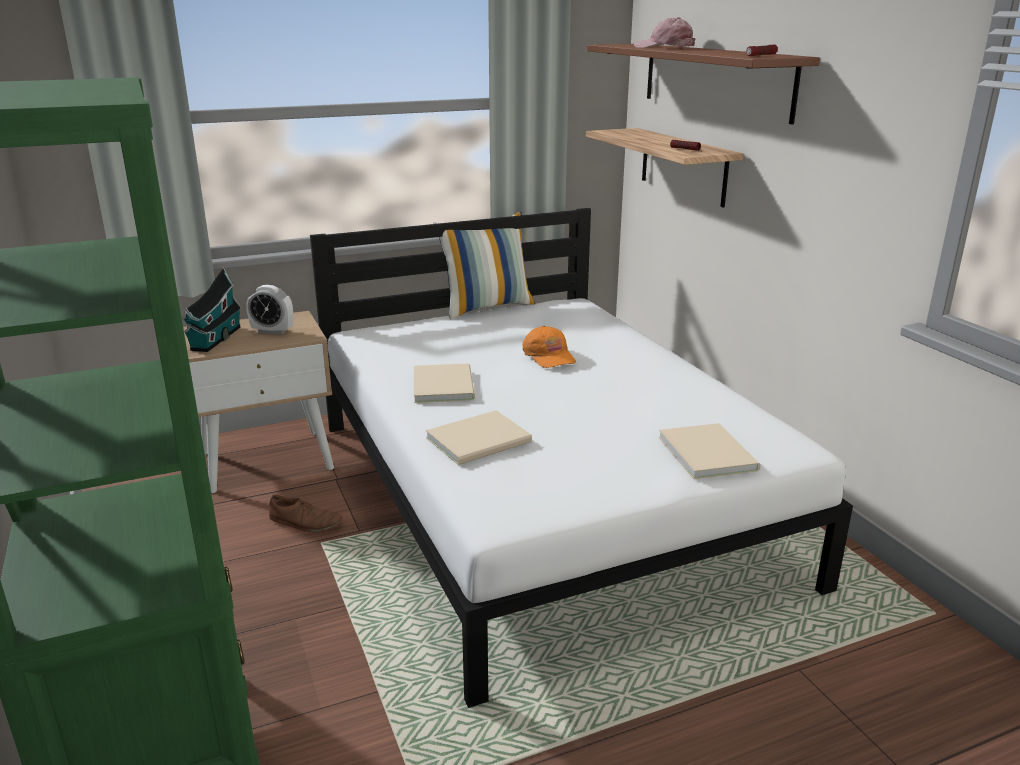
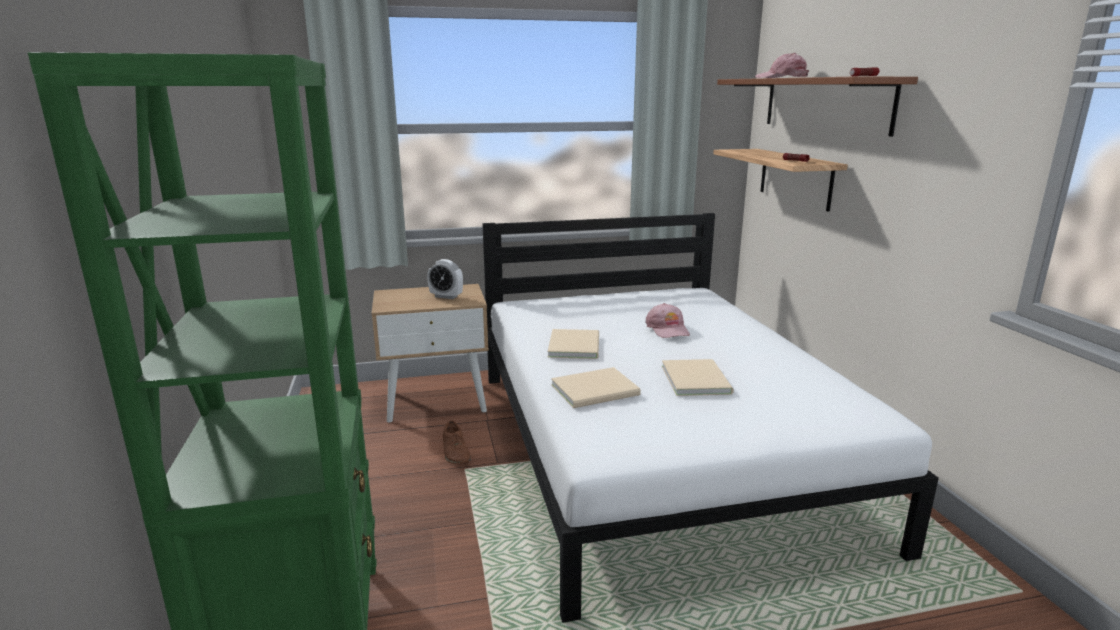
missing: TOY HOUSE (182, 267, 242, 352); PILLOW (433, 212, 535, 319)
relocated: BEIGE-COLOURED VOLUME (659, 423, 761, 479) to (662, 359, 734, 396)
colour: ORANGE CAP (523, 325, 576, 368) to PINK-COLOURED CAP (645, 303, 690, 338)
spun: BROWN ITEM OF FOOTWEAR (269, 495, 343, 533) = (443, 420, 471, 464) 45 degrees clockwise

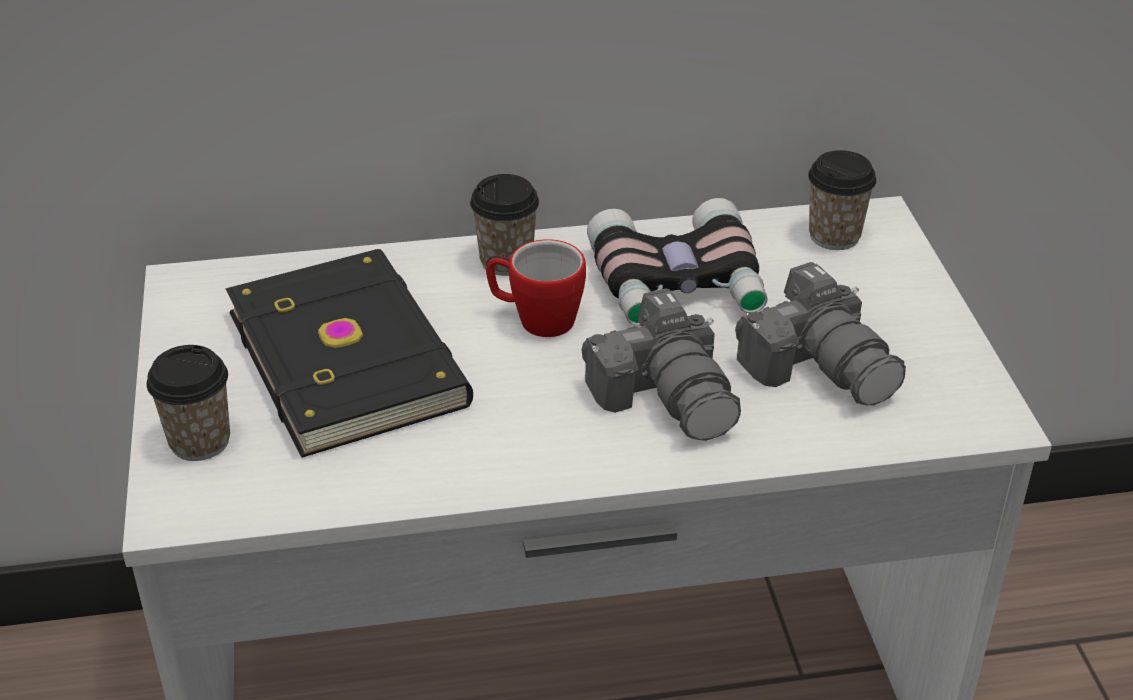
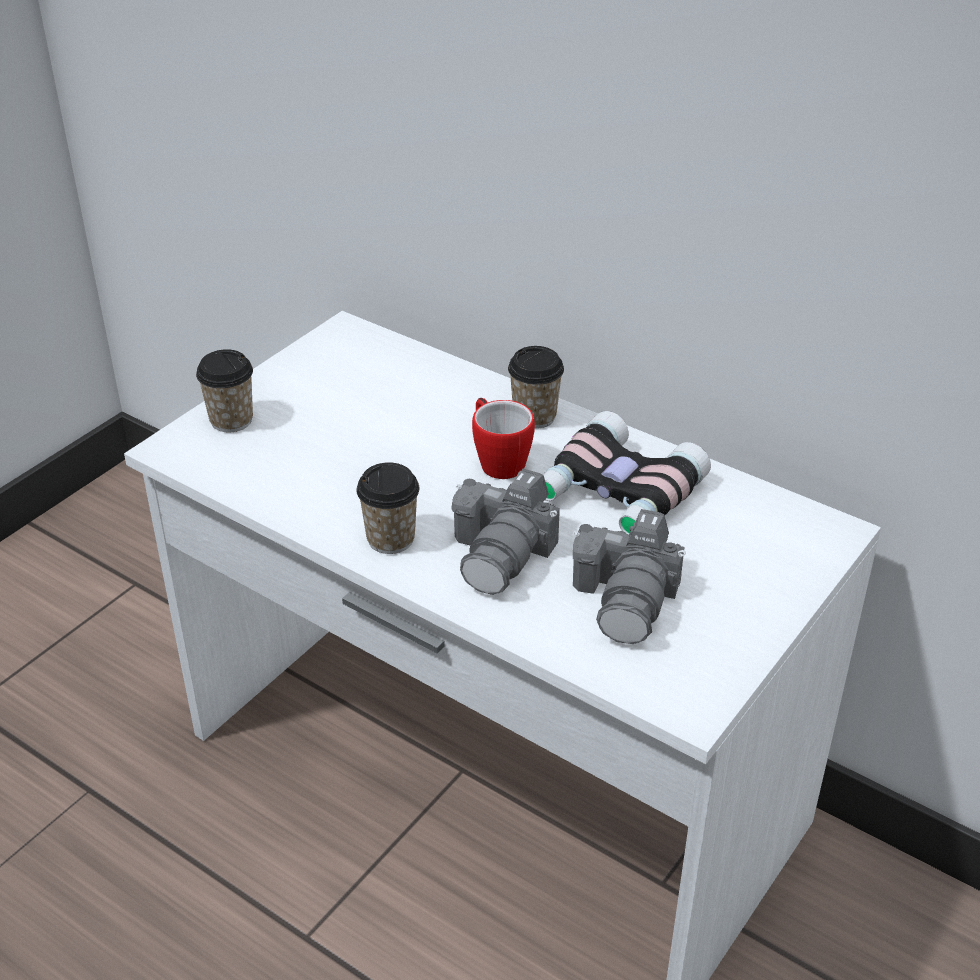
missing: BLACK VOLUME (225, 249, 473, 458)
relocated: CUP (808, 150, 876, 250) to (356, 462, 420, 554)

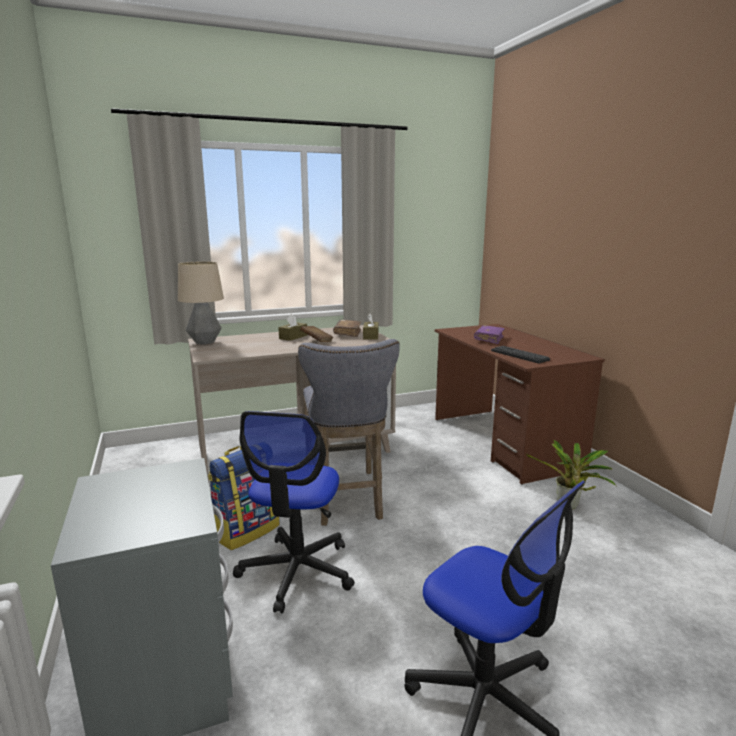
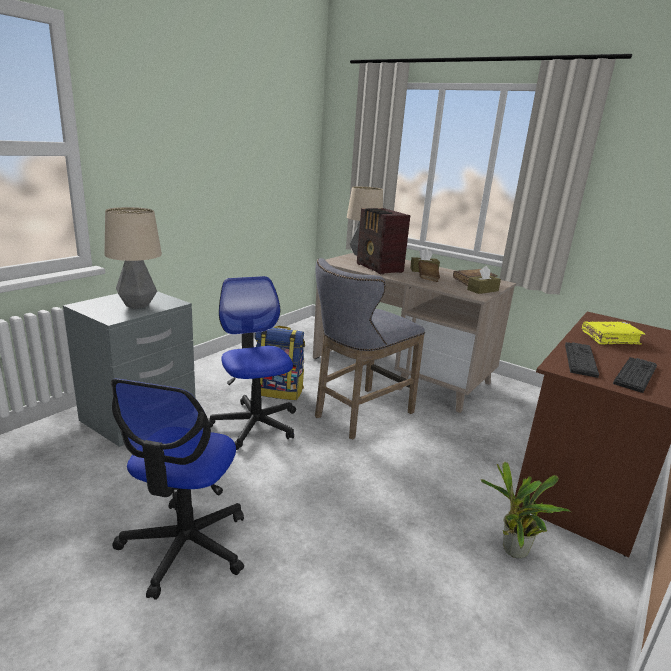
appeared: TABLE LAMP (104, 207, 162, 309); RADIO (357, 208, 410, 274); COMPUTER KEYBOARD (613, 357, 657, 393)
colour: PURPLE-COLOURED VOLUME (474, 325, 505, 344) to YELLOWISH VOLUME (582, 321, 645, 345)
spun: OFFICE CHAIR (233, 411, 355, 613) = (208, 276, 296, 450) 90 degrees clockwise

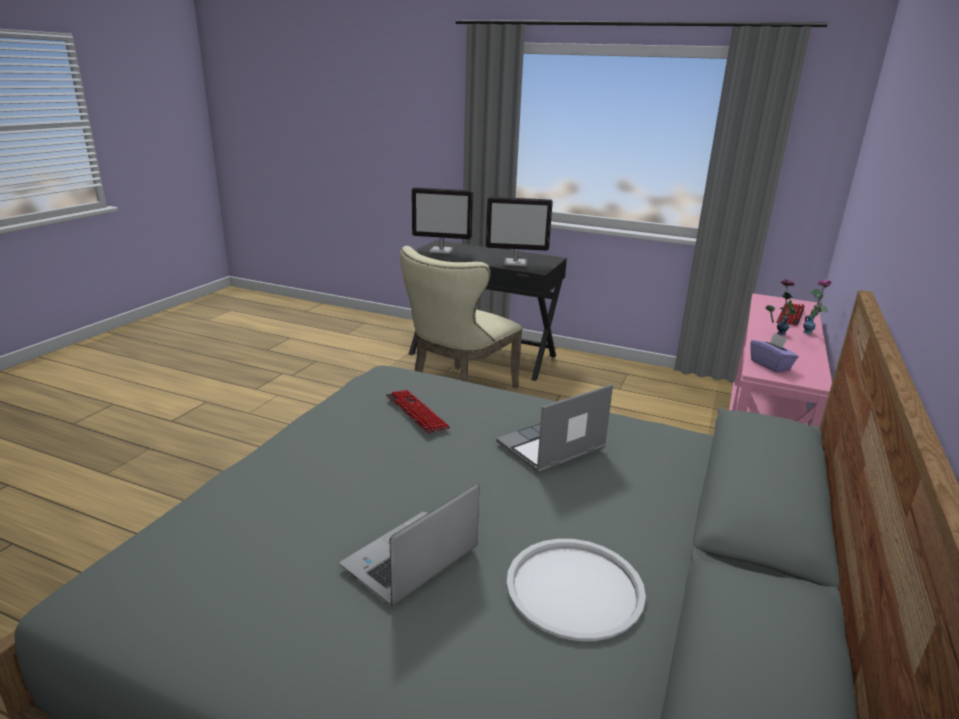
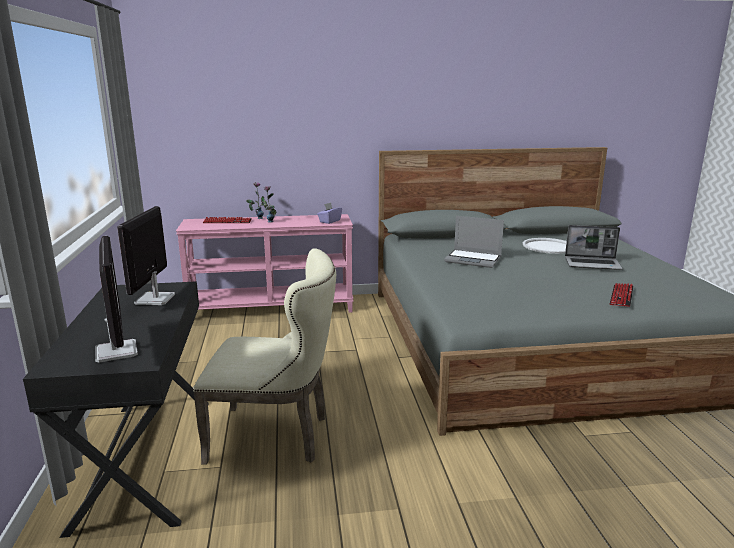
relocated: COMPUTER KEYBOARD (386, 390, 450, 433) to (610, 283, 633, 307)
spun: COMPUTER SCREEN (486, 197, 553, 266) = (117, 206, 175, 305) 150 degrees counterclockwise

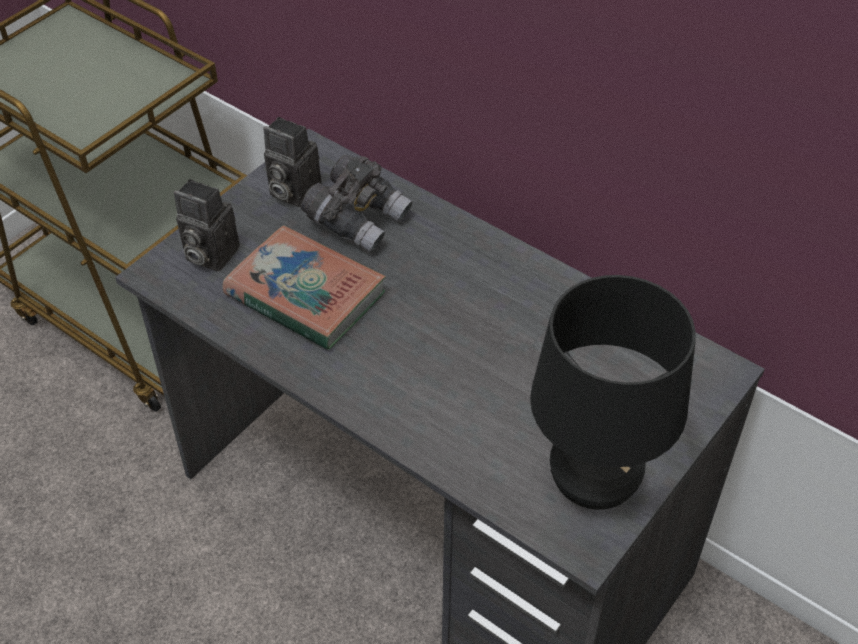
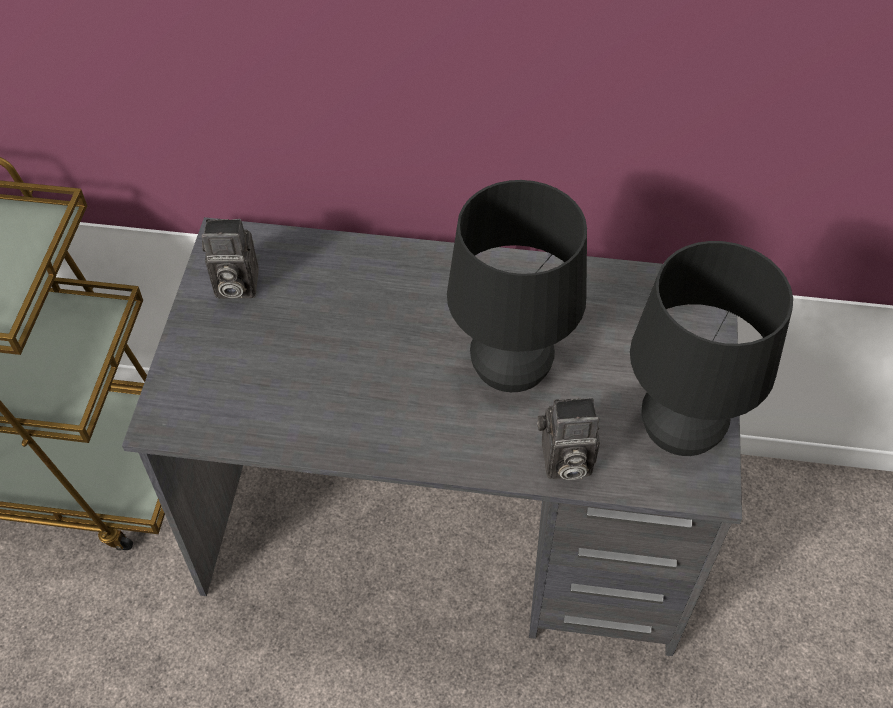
missing: VOLUME (223, 225, 386, 350); GREYISH PAIR OF BINOCULARS (301, 154, 413, 253)
appeared: BLACK TABLE LAMP (447, 180, 587, 392)
relocated: STILL CAMERA (174, 179, 240, 272) to (538, 397, 600, 480)

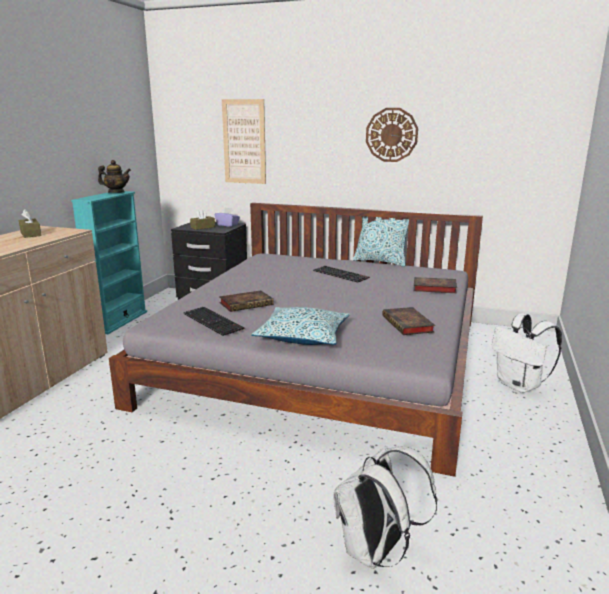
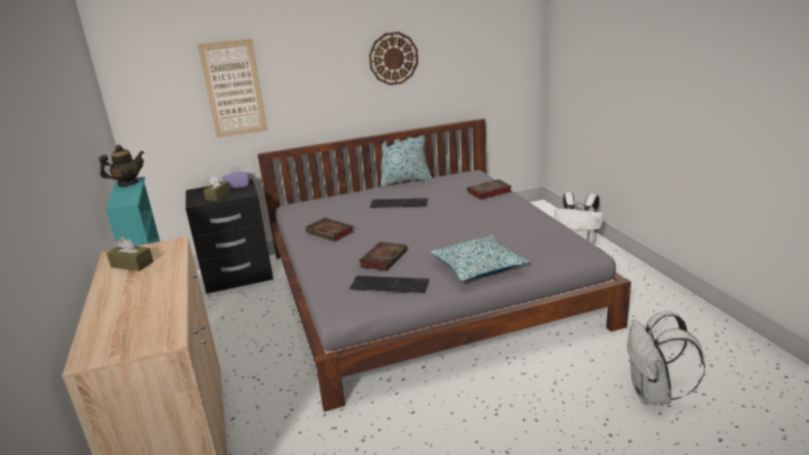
relocated: VOLUME (382, 307, 435, 335) to (305, 218, 354, 242)

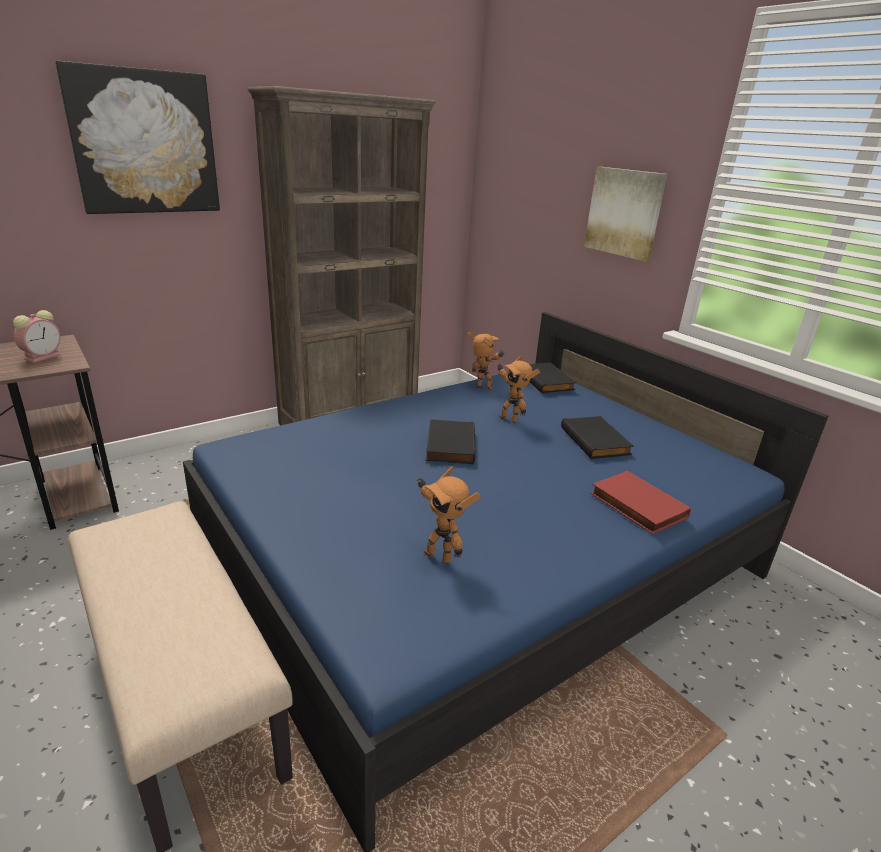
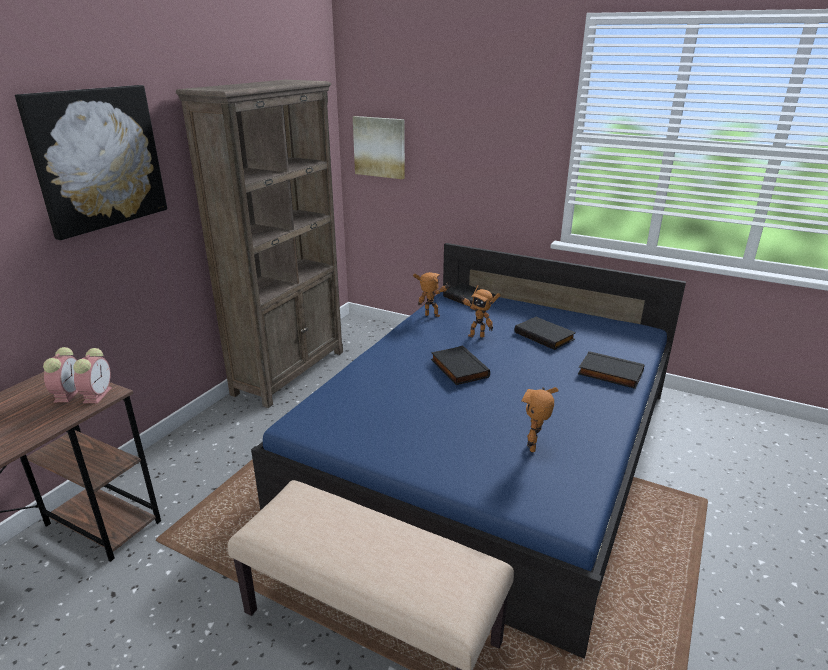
appeared: BEDSIDE CLOCK (73, 348, 112, 403)
relocated: WALL ART (584, 167, 667, 261) to (353, 116, 405, 179)
colour: REDDISH VOLUME (590, 471, 691, 534) to BLACK VOLUME (578, 351, 645, 389)
spun: MODEL ROBOT (417, 466, 481, 563) = (522, 387, 558, 453) 90 degrees clockwise

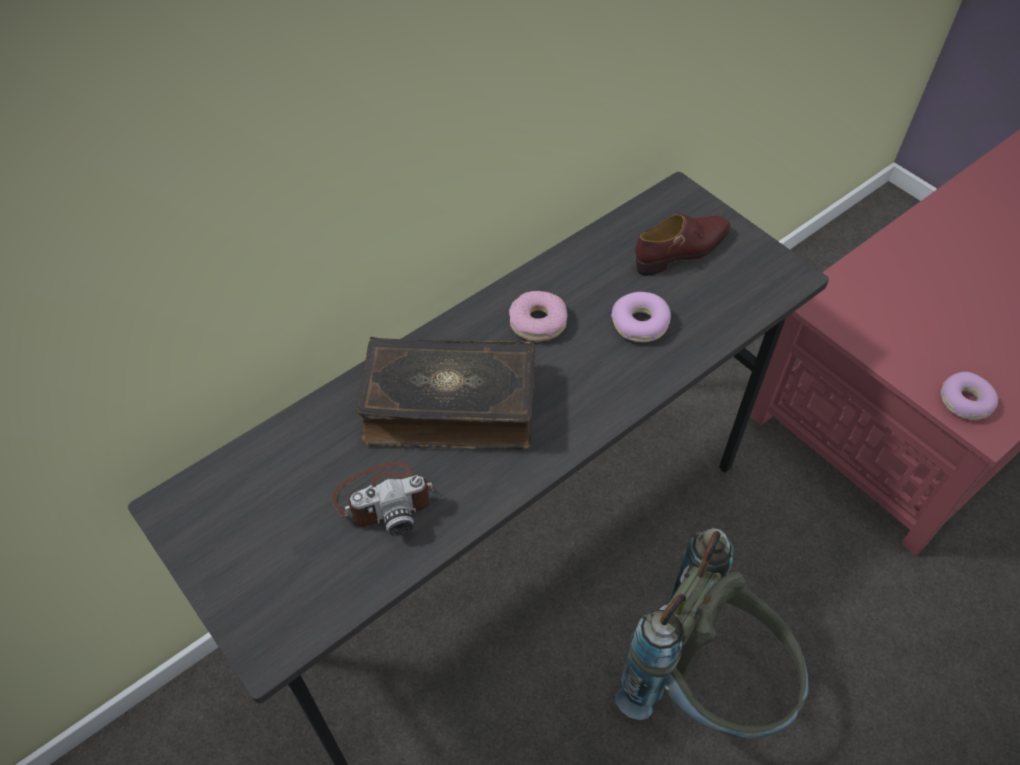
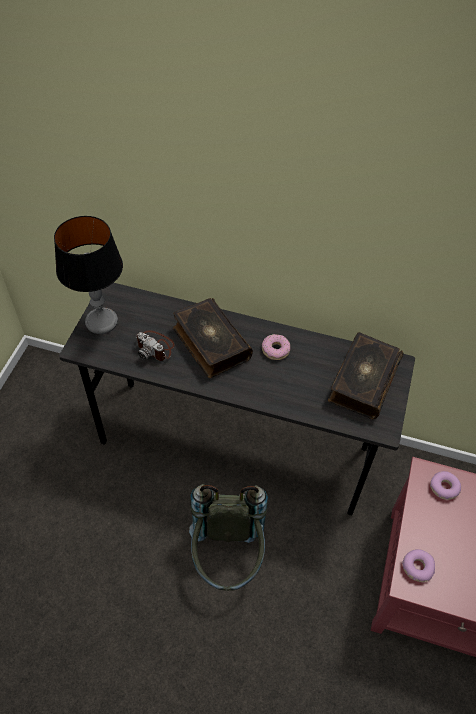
appeared: TABLE LAMP (54, 216, 123, 334)
relocated: DOUGHNUT (611, 292, 671, 342) to (430, 471, 461, 500)
exchanged: BROWN ITEM OF FOOTWEAR (635, 214, 731, 275) to VOLUME (328, 332, 403, 419)

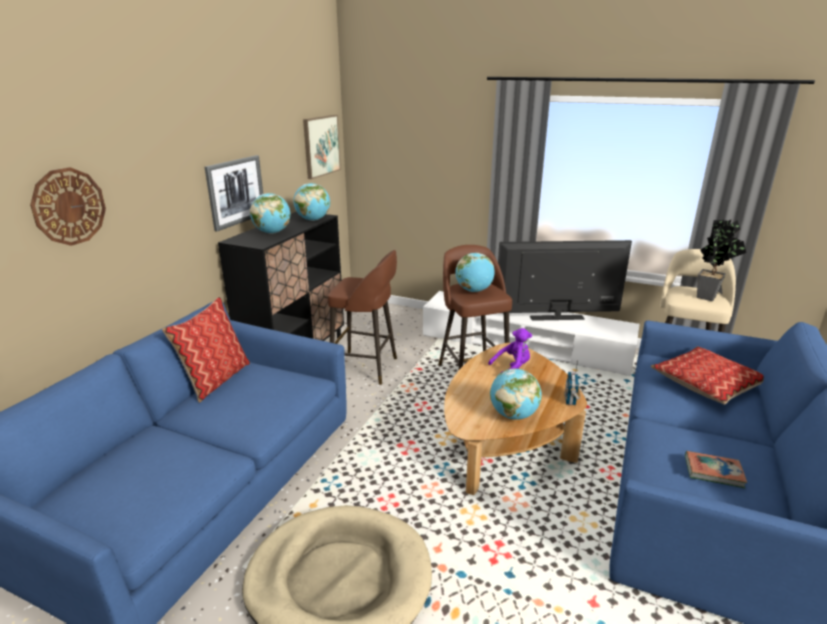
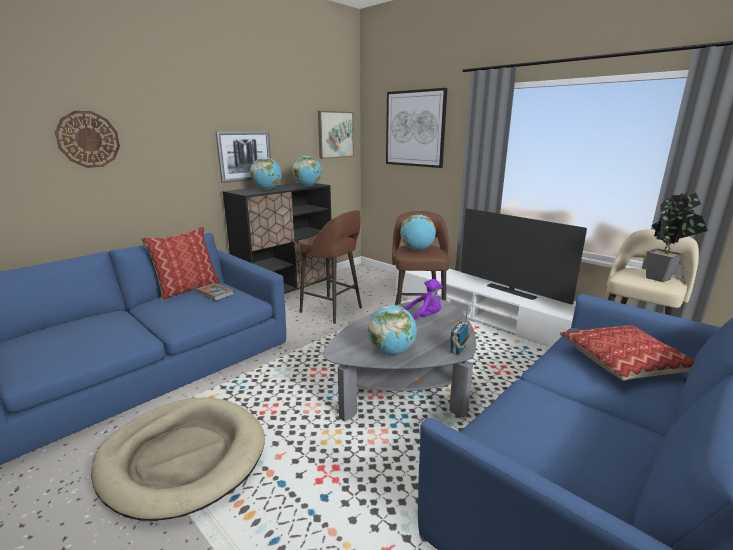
appeared: WALL ART (386, 88, 448, 168)
relocated: VOLUME (685, 451, 747, 488) to (196, 283, 235, 301)
colour: BROWN LOW TABLE (444, 343, 587, 495) to GREYISH LOW TABLE (323, 299, 476, 422)
spun: TV (498, 240, 632, 321) = (461, 208, 587, 305) 150 degrees counterclockwise

